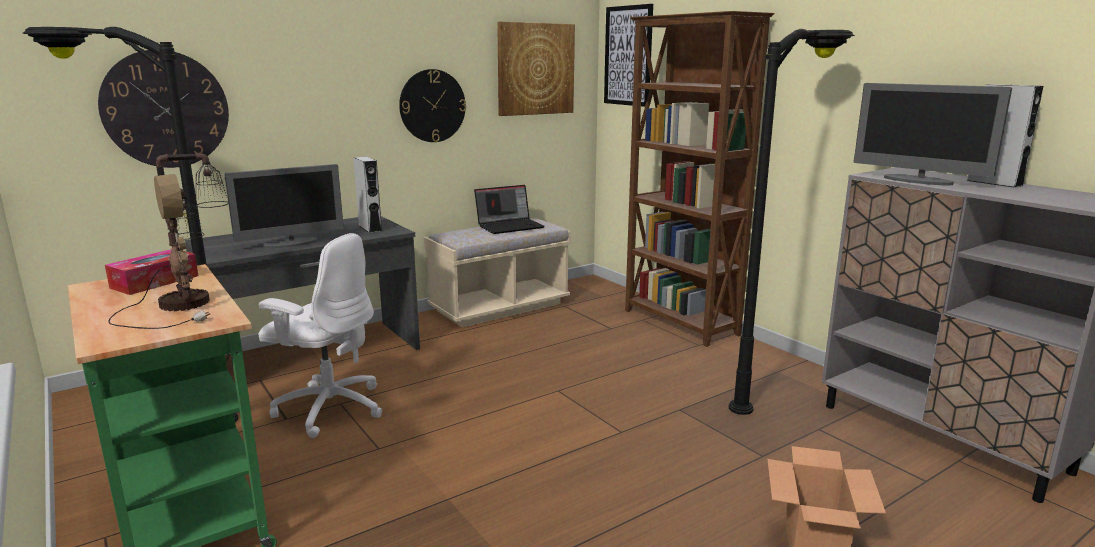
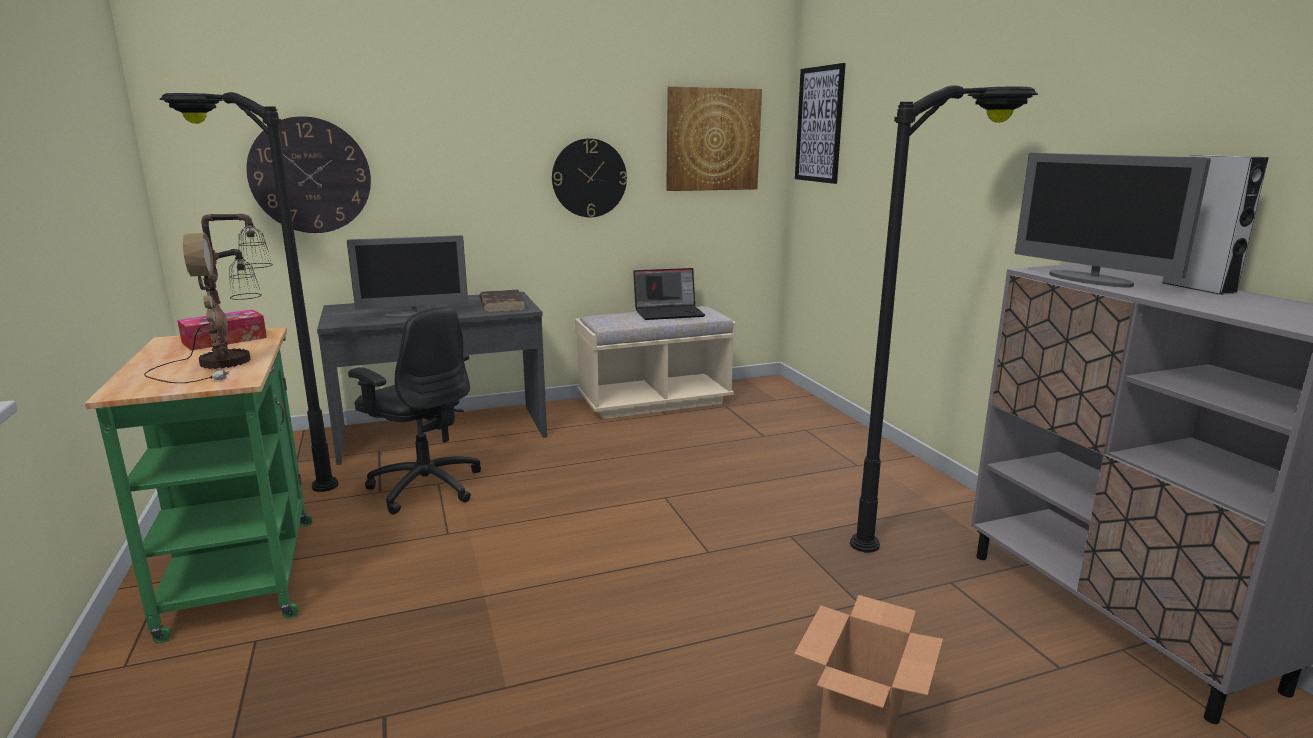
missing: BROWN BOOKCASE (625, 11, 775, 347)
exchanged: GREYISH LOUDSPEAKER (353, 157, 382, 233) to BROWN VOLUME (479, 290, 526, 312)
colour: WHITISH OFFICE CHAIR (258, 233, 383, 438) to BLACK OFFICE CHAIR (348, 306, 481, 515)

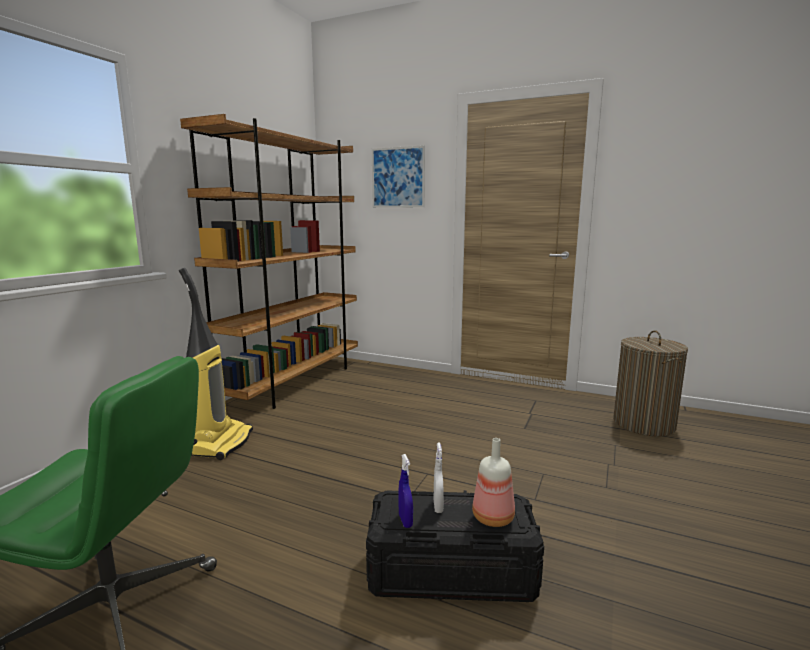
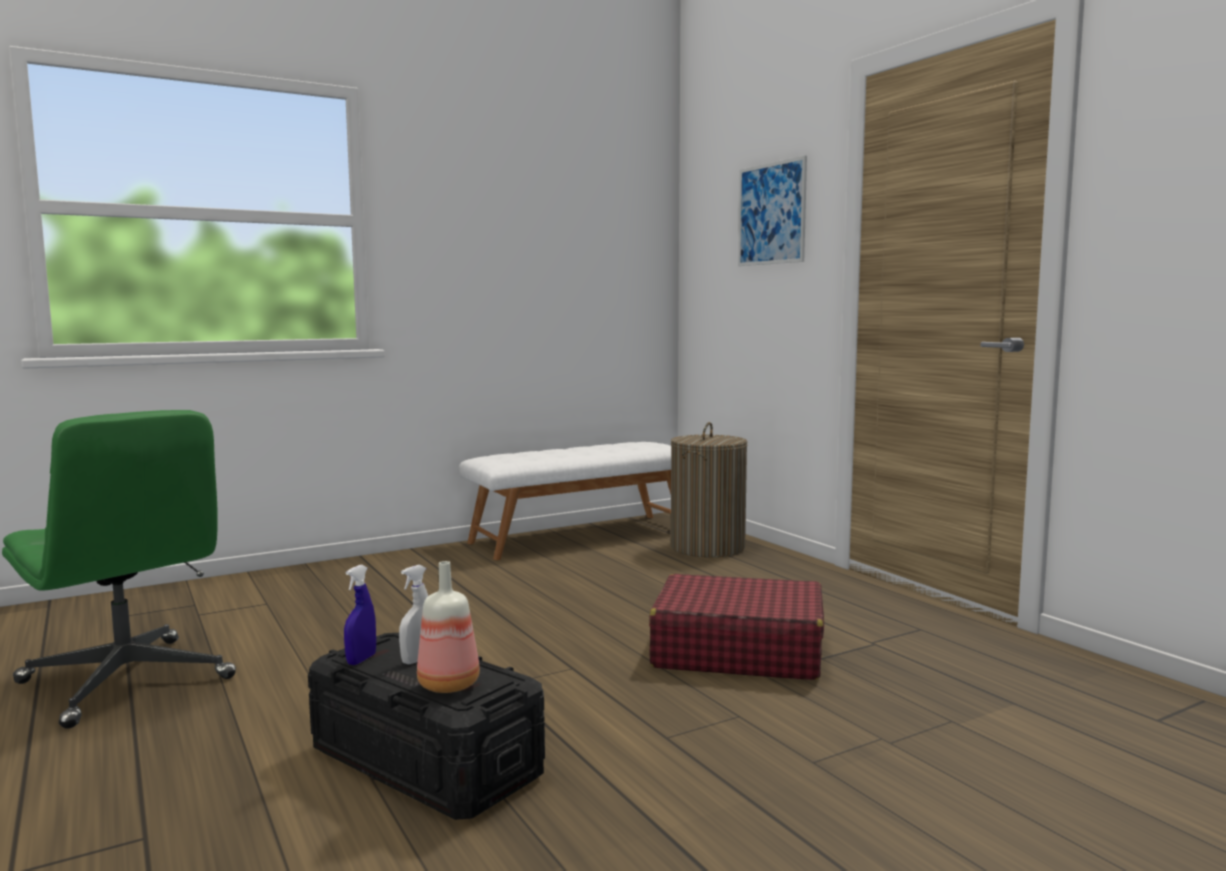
missing: HOOVER (179, 268, 253, 460)
appeared: REDDISH SUITCASE (649, 574, 824, 680)
relocated: WASHING BASKET (613, 330, 688, 436) to (671, 422, 748, 558)
exchanged: BROWN BOOKCASE (180, 114, 358, 409) to WHITISH BENCH (459, 442, 671, 560)

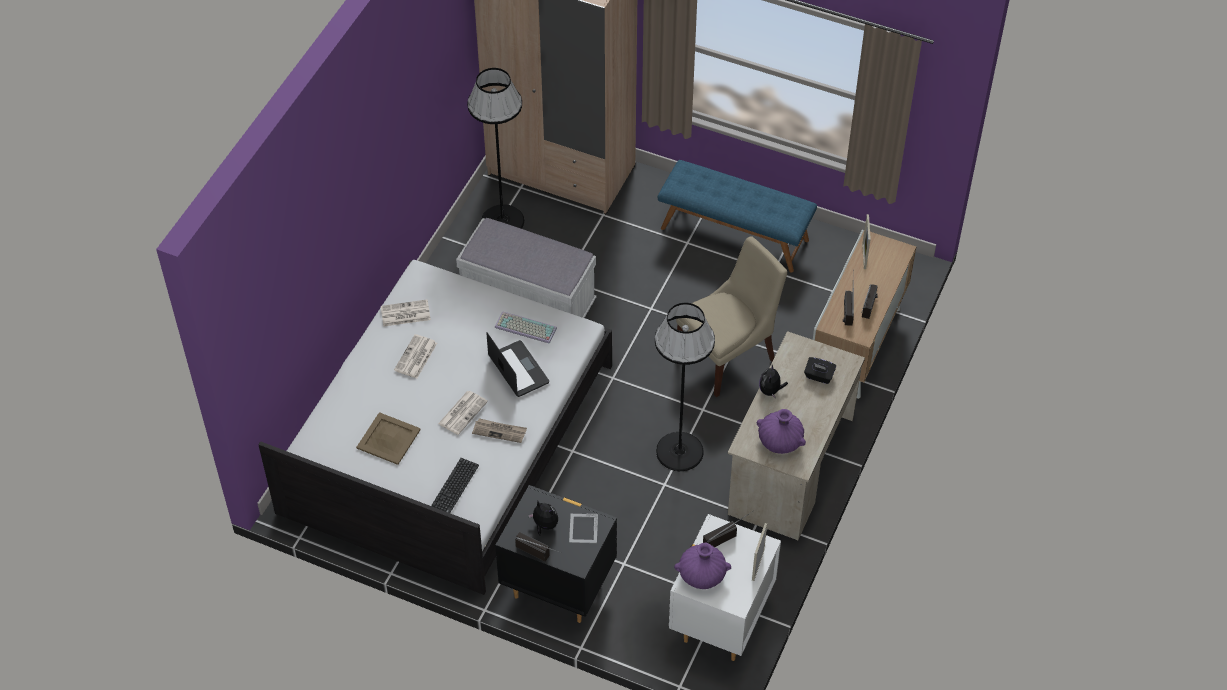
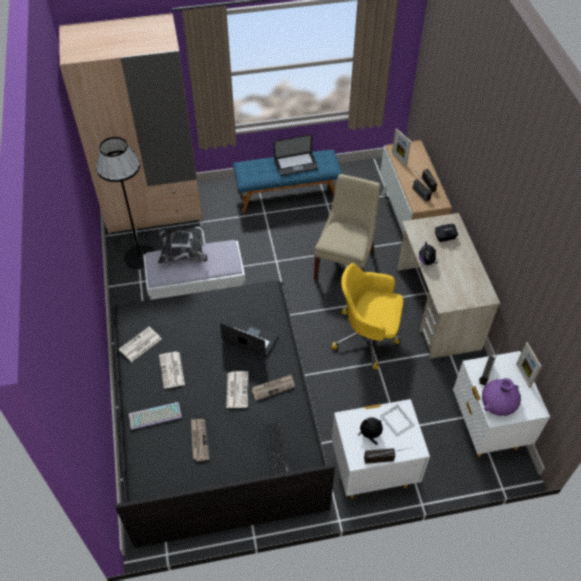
missing: PURPLE-COLOURED DECORATIVE VASE (757, 409, 806, 454)
appeared: PILLOW (158, 226, 208, 264); LAPTOP (274, 134, 318, 176)
relocated: COMPUTER KEYBOARD (495, 311, 557, 344) to (129, 402, 182, 430)
exchanged: BEIGE-COLOURED TRAY (356, 412, 421, 465) to NEWSPAPER (191, 419, 210, 461); BLACK STANDARD LAMP (655, 303, 715, 471) to YELLOWISH OFFICE CHAIR (331, 263, 403, 369)
colour: WHITISH BED (258, 260, 612, 595) to BLACK BED (111, 281, 335, 548); BLACK NIGHT TABLE (495, 485, 617, 623) to WHITISH NIGHT TABLE (332, 399, 430, 498)

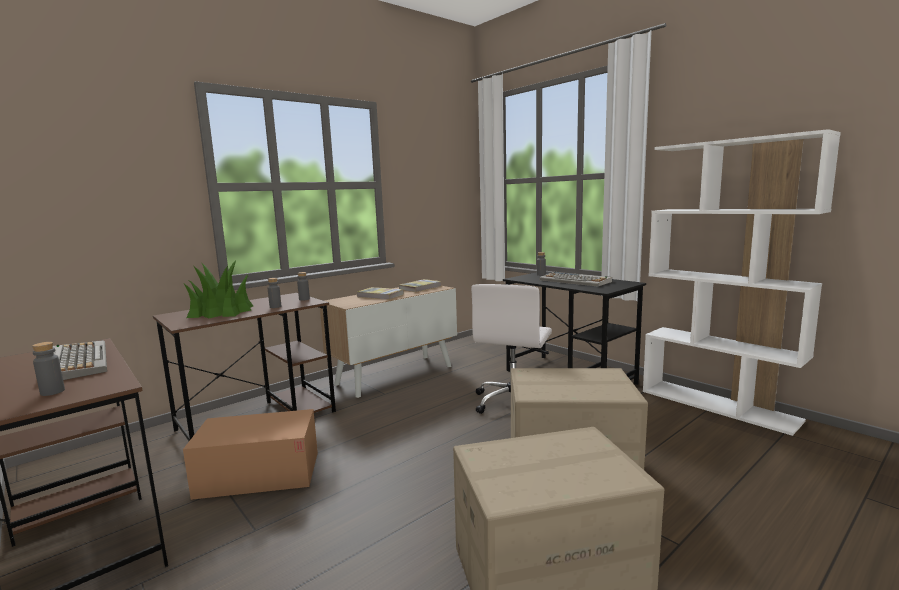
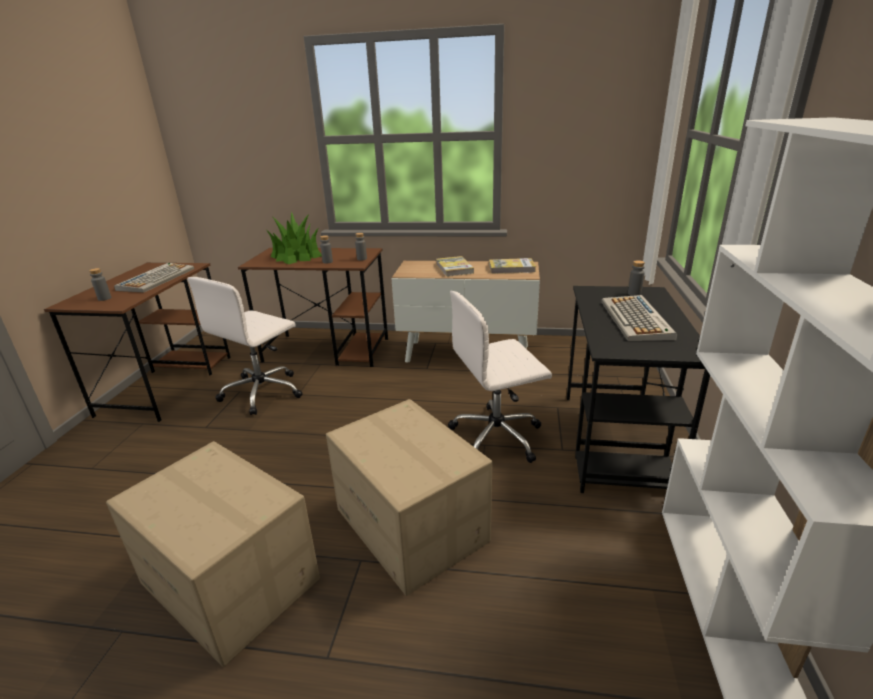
exchanged: PACKING BOX (183, 409, 318, 500) to WHITISH OFFICE CHAIR (187, 277, 302, 415)

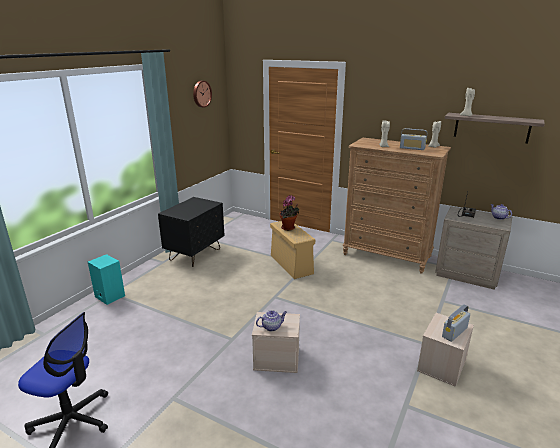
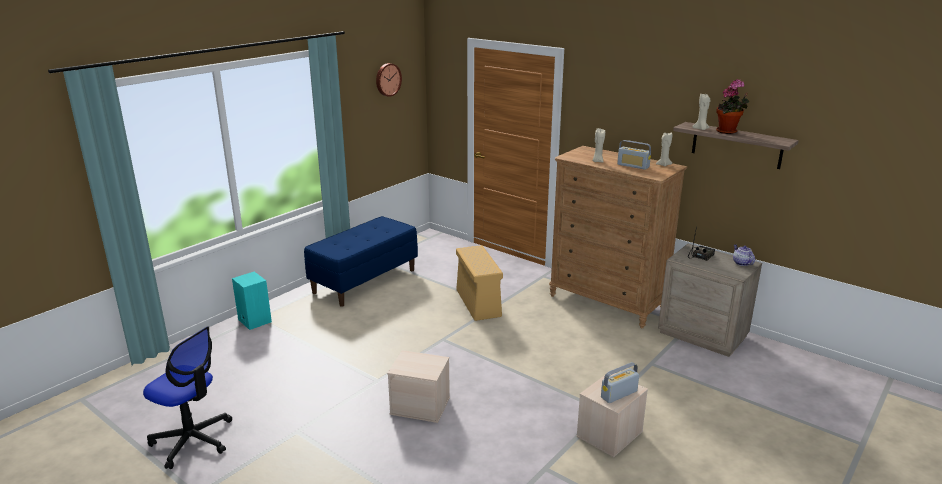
missing: TEAPOT (256, 310, 287, 331)
relocated: POTTED PLANT (280, 195, 299, 231) to (716, 79, 749, 134)
exchanged: BLACK NIGHT TABLE (158, 197, 225, 267) to BLUE BENCH (304, 216, 418, 307)

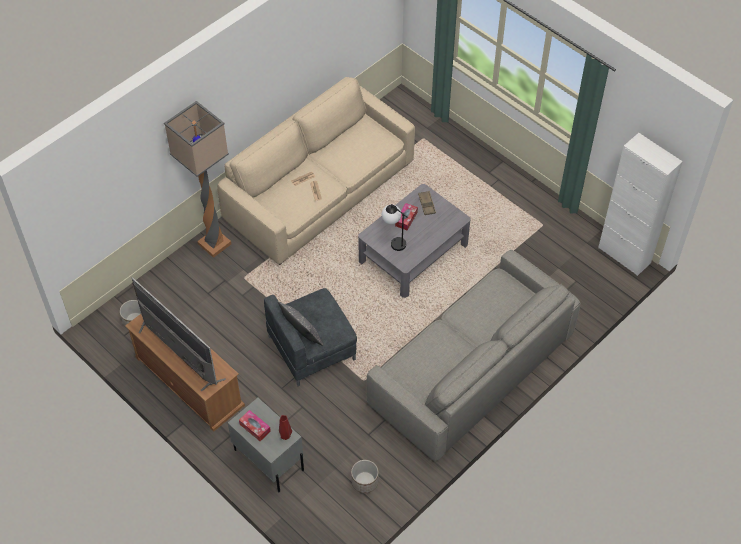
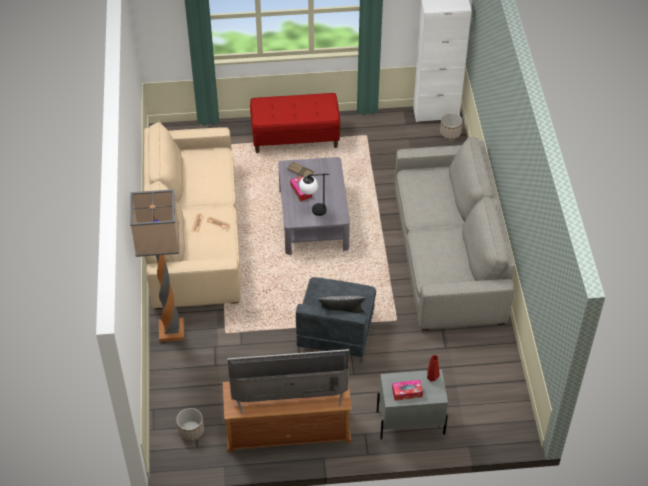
appeared: REDDISH BENCH (250, 93, 340, 153)
relocated: PLANT POT (351, 460, 378, 493) to (440, 113, 463, 139)

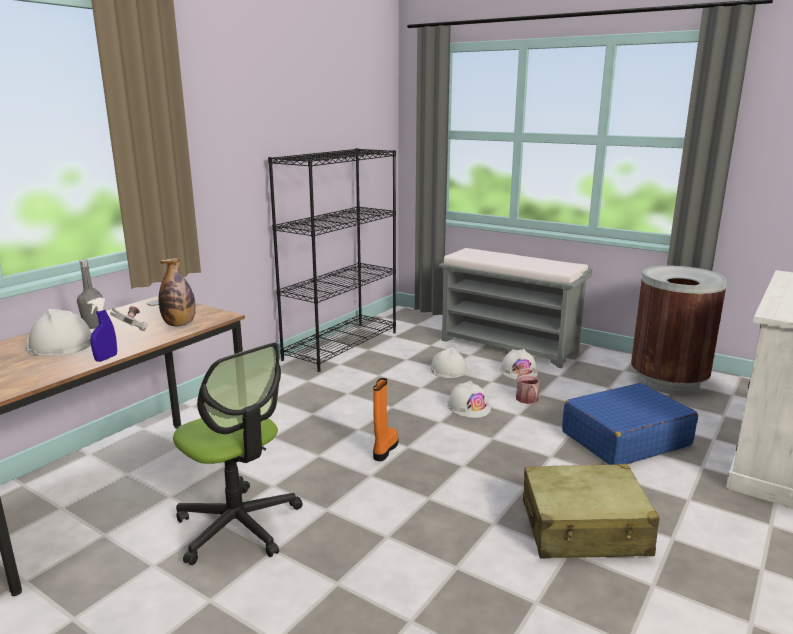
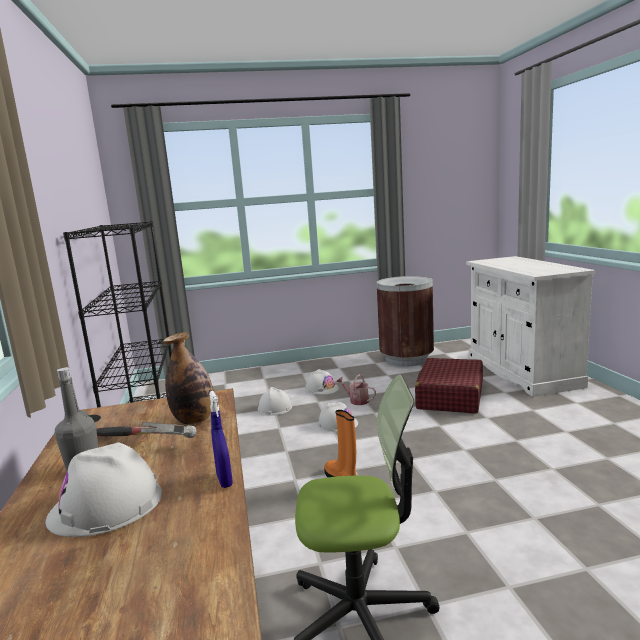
missing: GREYISH BENCH (439, 248, 592, 368); BEIGE-COLOURED SUITCASE (523, 464, 660, 559)
colour: BLUE SUITCASE (562, 383, 698, 465) to REDDISH SUITCASE (415, 358, 483, 414)

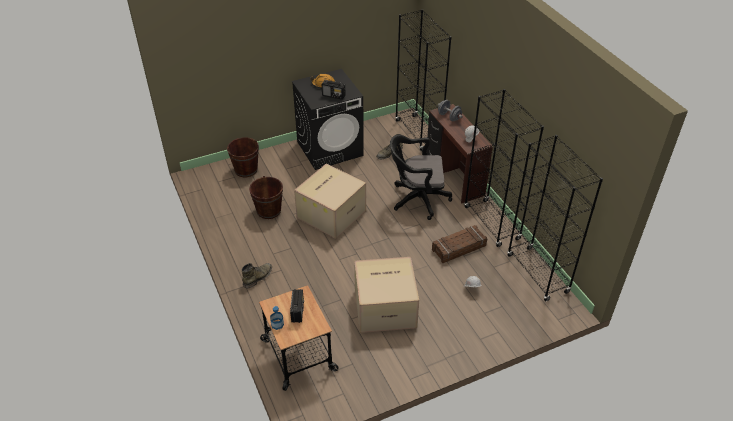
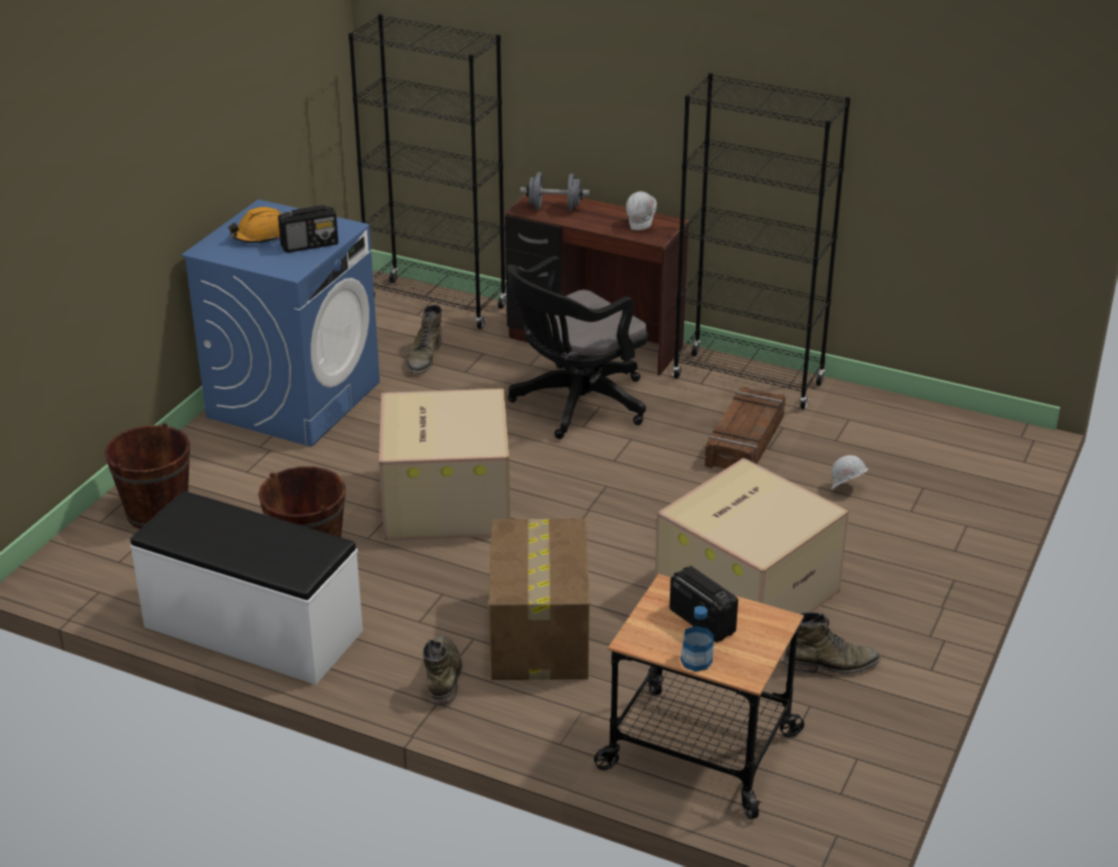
missing: BLACK BOOKCASE (507, 135, 603, 301)
appeared: WHITISH BENCH (130, 491, 363, 685); PACKING BOX (489, 519, 589, 680); GREENISH TALL BOOT (784, 612, 881, 674)
colour: BLACK LAUNDRY APPLIANCE (292, 69, 364, 170) to BLUE LAUNDRY APPLIANCE (181, 199, 380, 447)

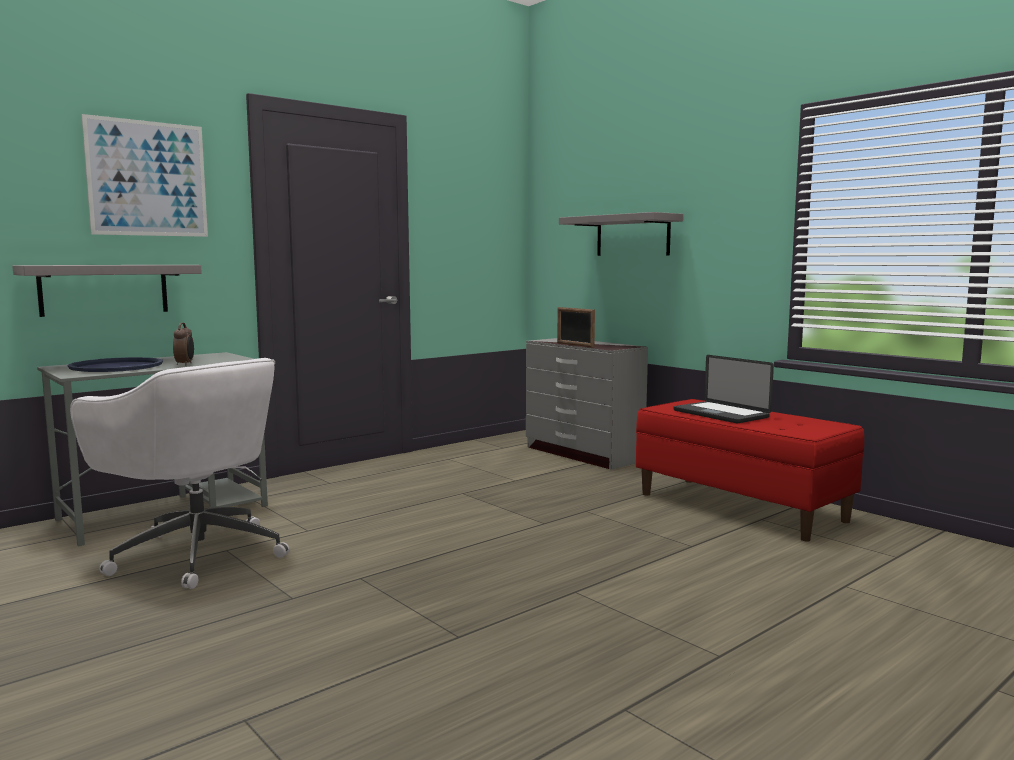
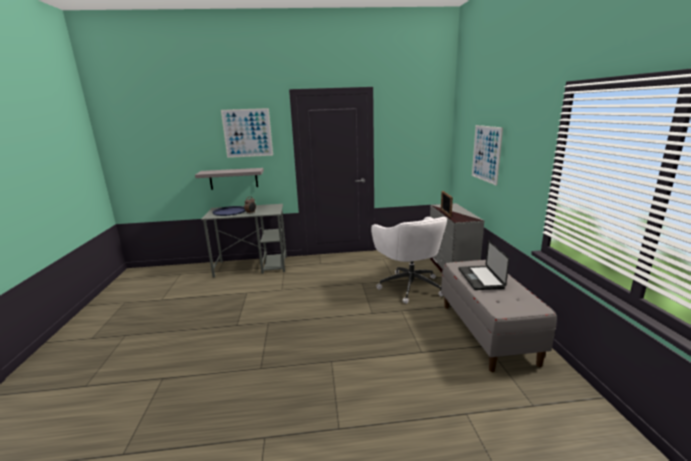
relocated: WHITISH OFFICE CHAIR (70, 358, 289, 589) to (371, 217, 448, 304)
exchanged: GREYISH BRACKET SHELF (559, 212, 683, 256) to WALL ART (472, 125, 503, 185)
colour: REDDISH BENCH (636, 399, 864, 542) to GREYISH BENCH (441, 260, 557, 372)

